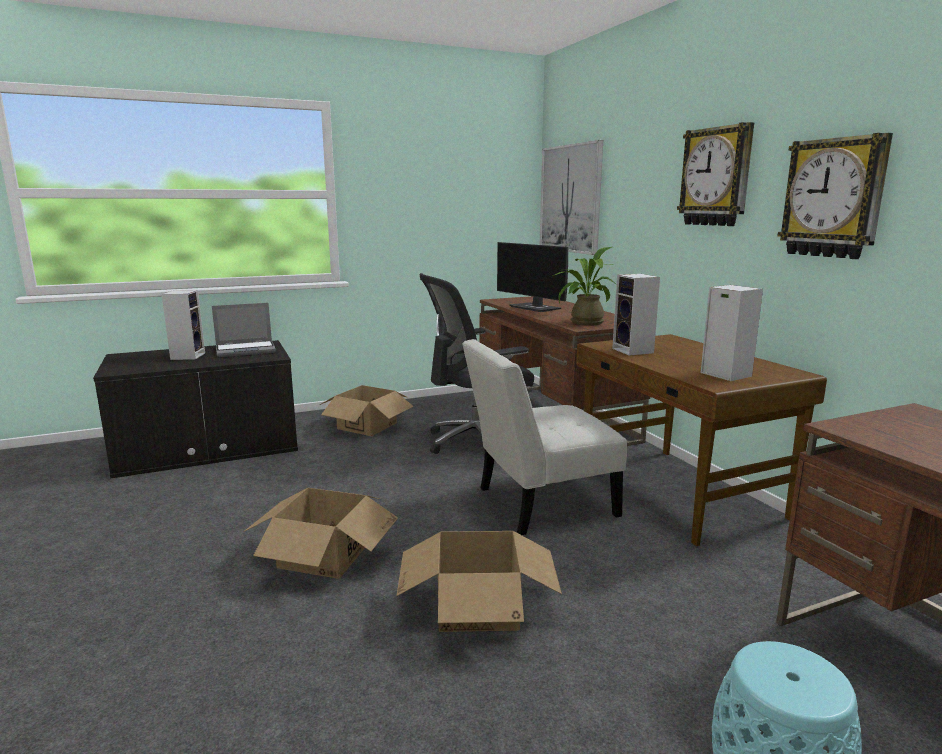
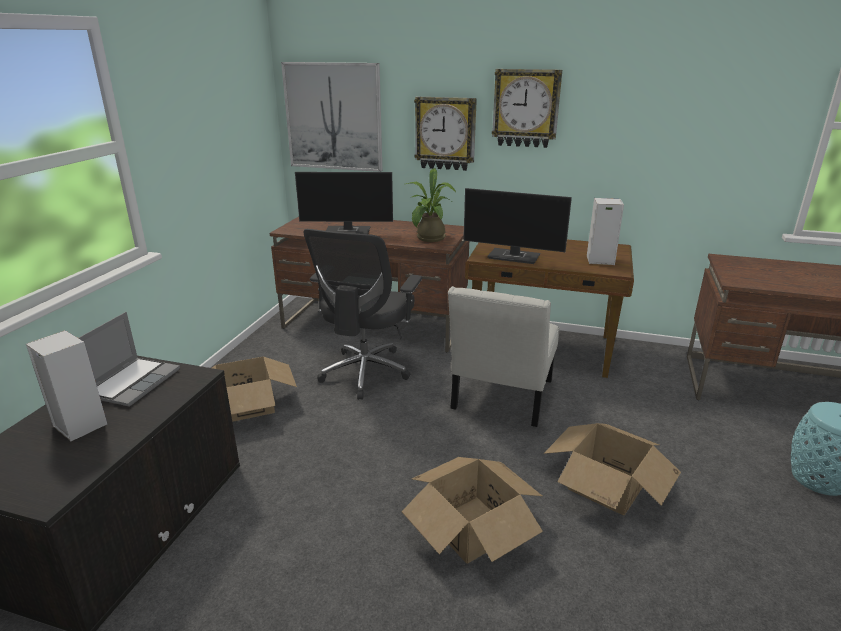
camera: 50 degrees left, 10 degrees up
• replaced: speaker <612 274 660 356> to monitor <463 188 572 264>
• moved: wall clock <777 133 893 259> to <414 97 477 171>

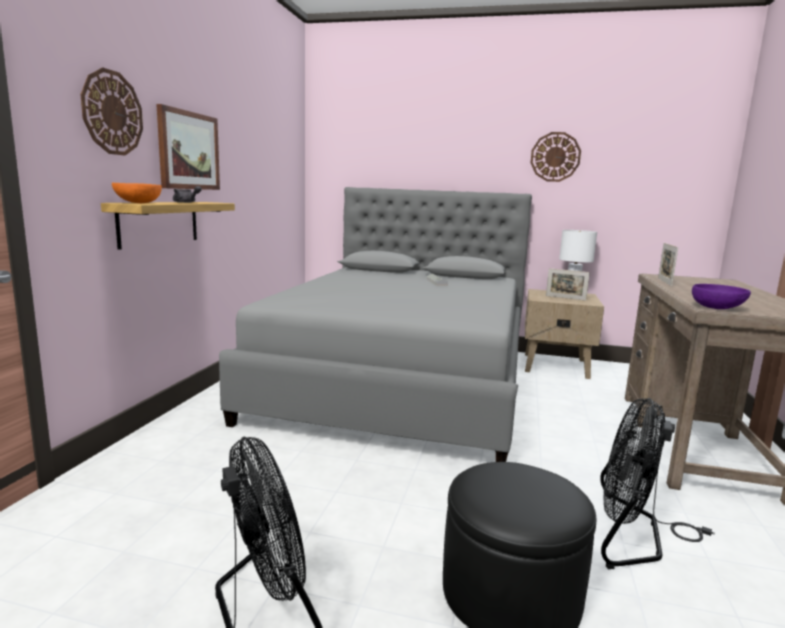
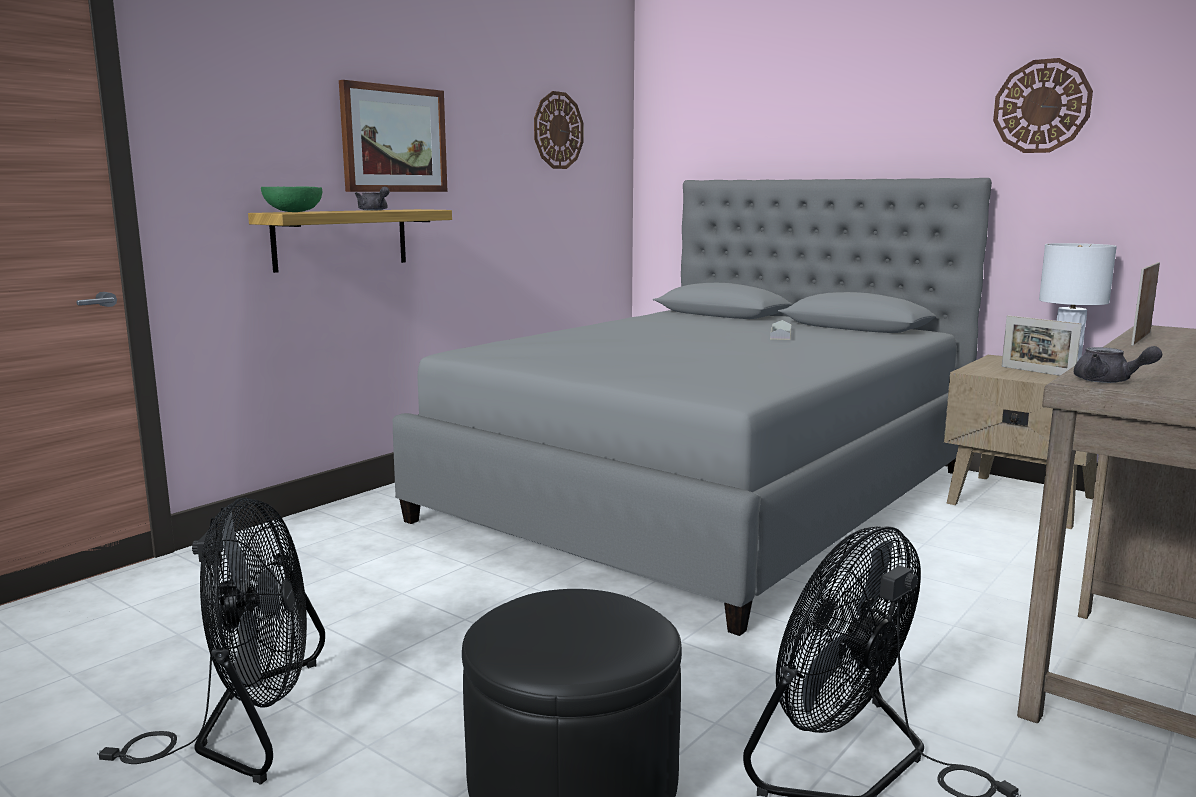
camera: 25 degrees right, 0 degrees up
• moved: wall clock <80 68 143 156> to <534 91 583 169>
• recoloured: orange bowl <112 183 162 203> to green bowl <261 186 322 212>
• replaced: purple bowl <692 284 751 309> to grey teapot <1074 346 1162 383>

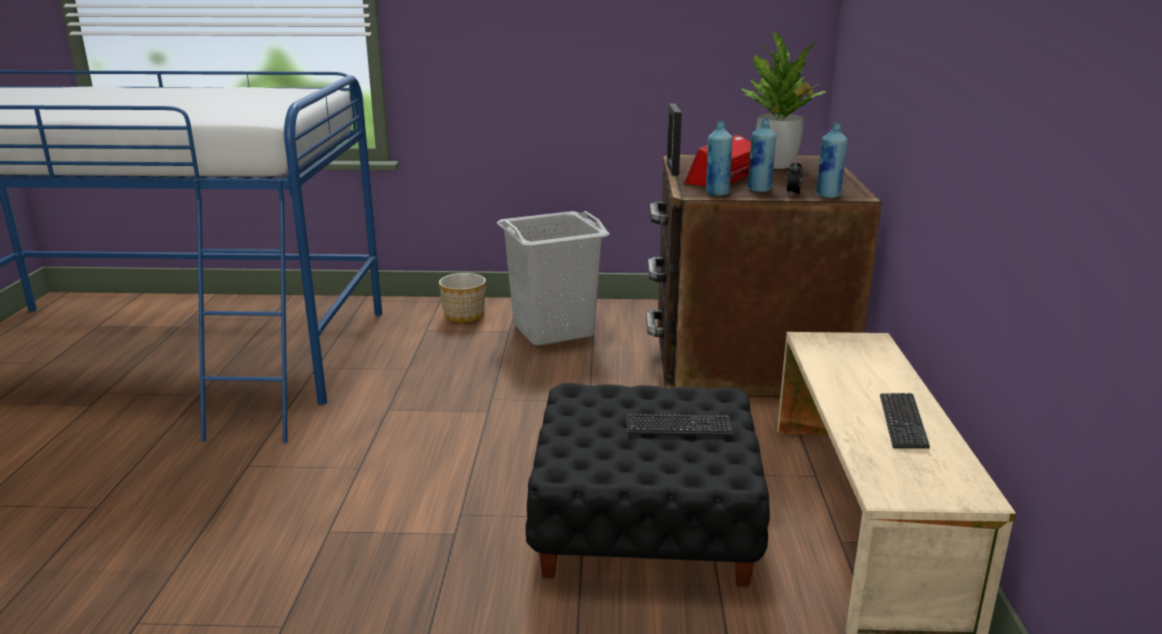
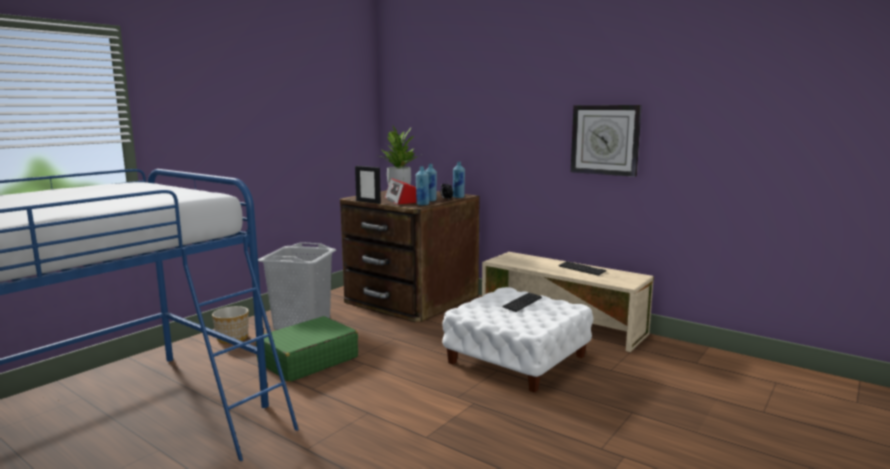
camera: 55 degrees left, 10 degrees down
• recoloured: black ottoman <526 383 770 587> to white ottoman <442 287 593 393>
• added: green suitcase <256 316 358 382>
• added: wall clock <571 105 642 177>

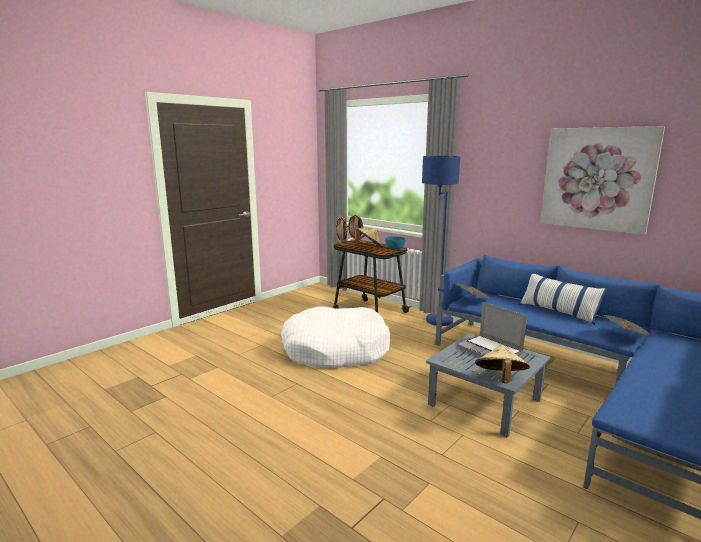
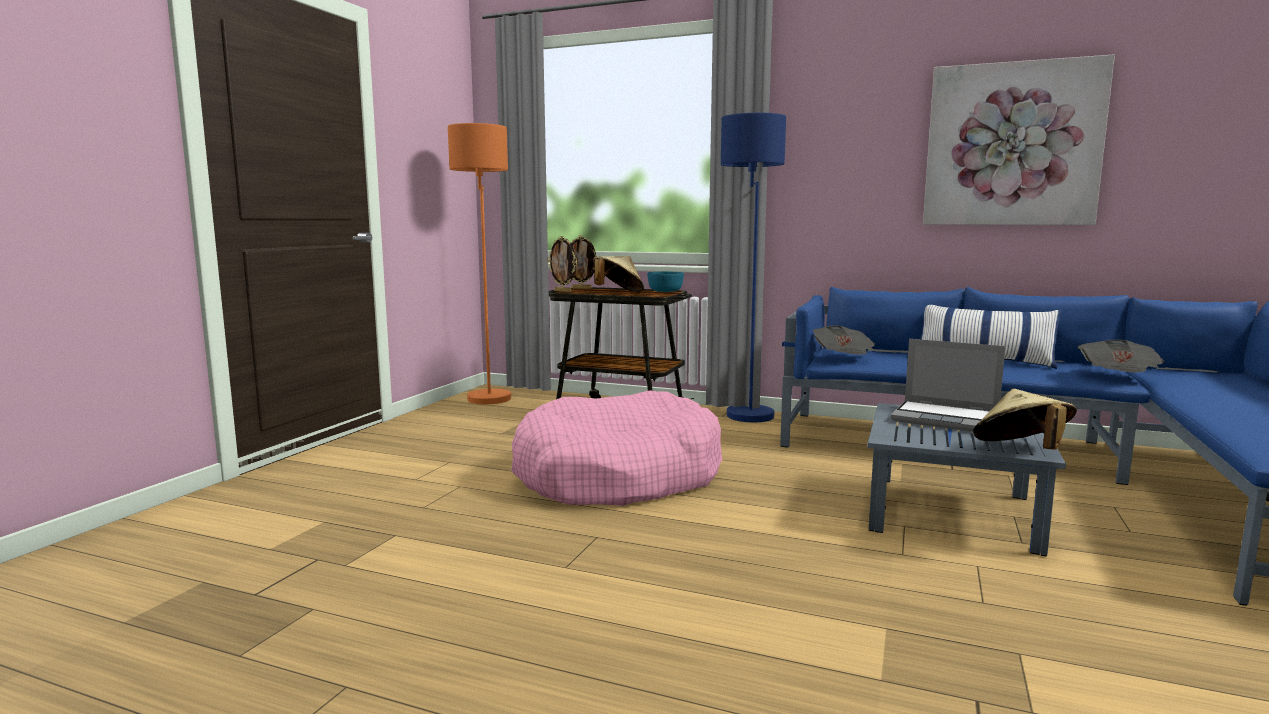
camera: 20 degrees left, 5 degrees down
• recoloured: white dog bed <281 306 390 368> to pink dog bed <512 390 722 506>
• added: orange floor lamp <448 123 511 404>

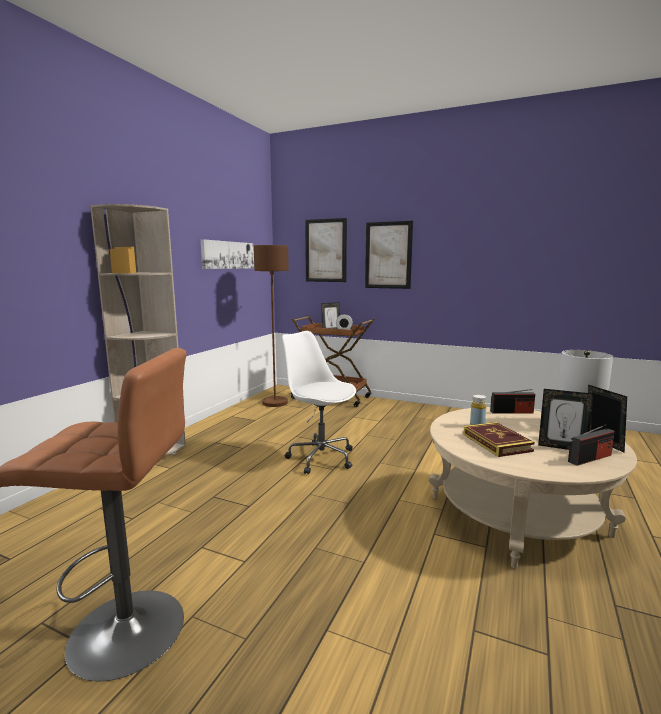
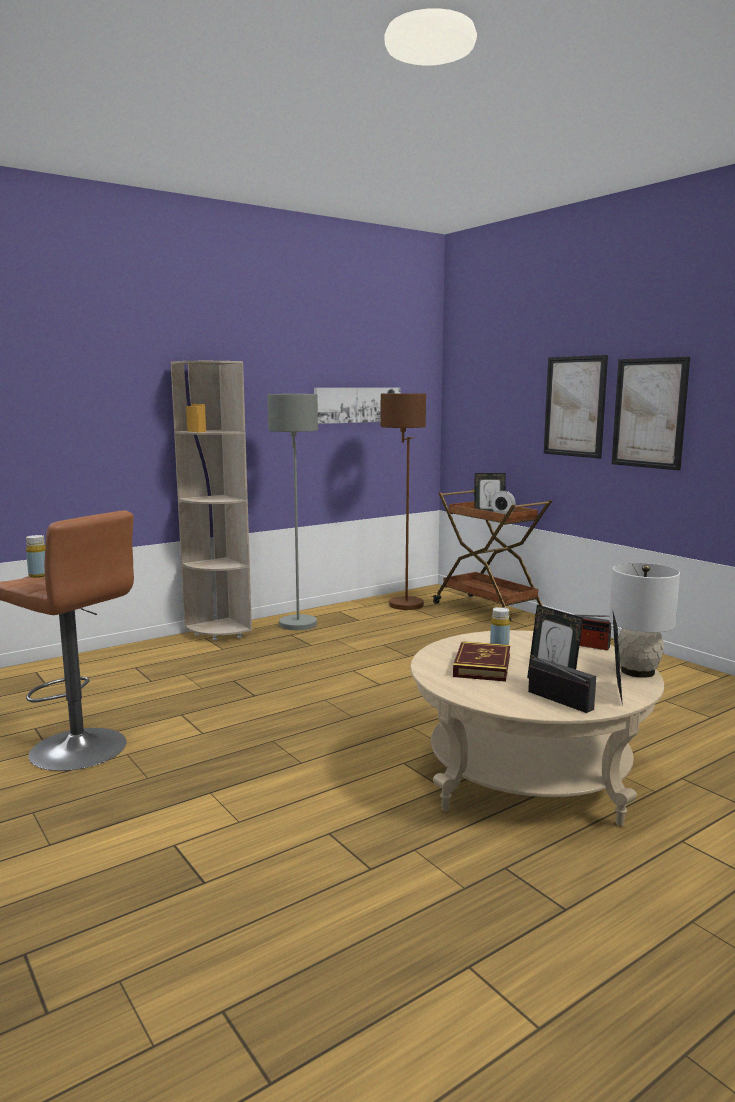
camera: 30 degrees right, 0 degrees up
• removed: white office chair <282 331 356 474>
• moved: picture <305 218 347 282> to <611 357 690 470>
• turned: radio <568 424 615 466> = <528 655 596 713> 135 degrees counterclockwise
• added: yellow bottle <26 535 45 578>
• added: grey floor lamp <267 394 318 630>

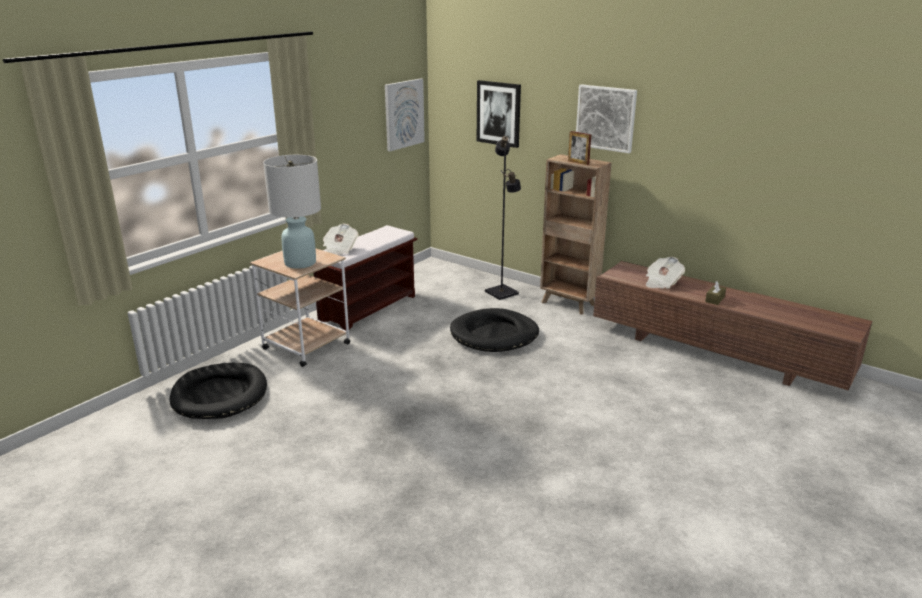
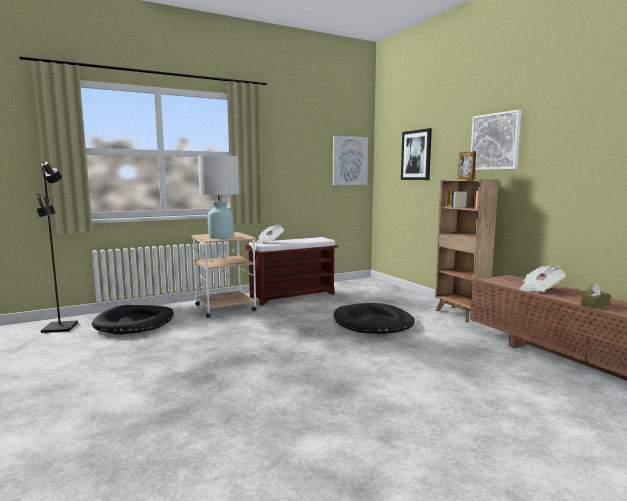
camera: 25 degrees right, 15 degrees down
• moved: black floor lamp <485 136 521 300> to <36 160 78 333>

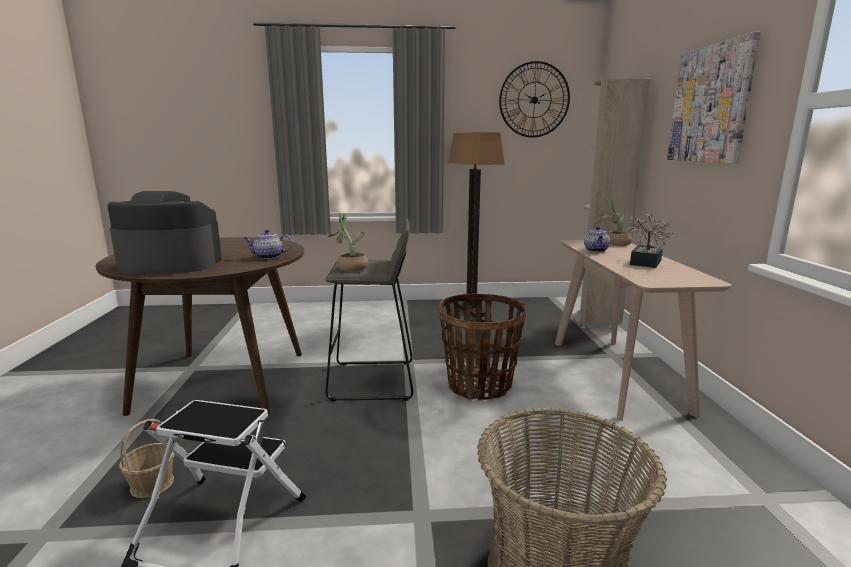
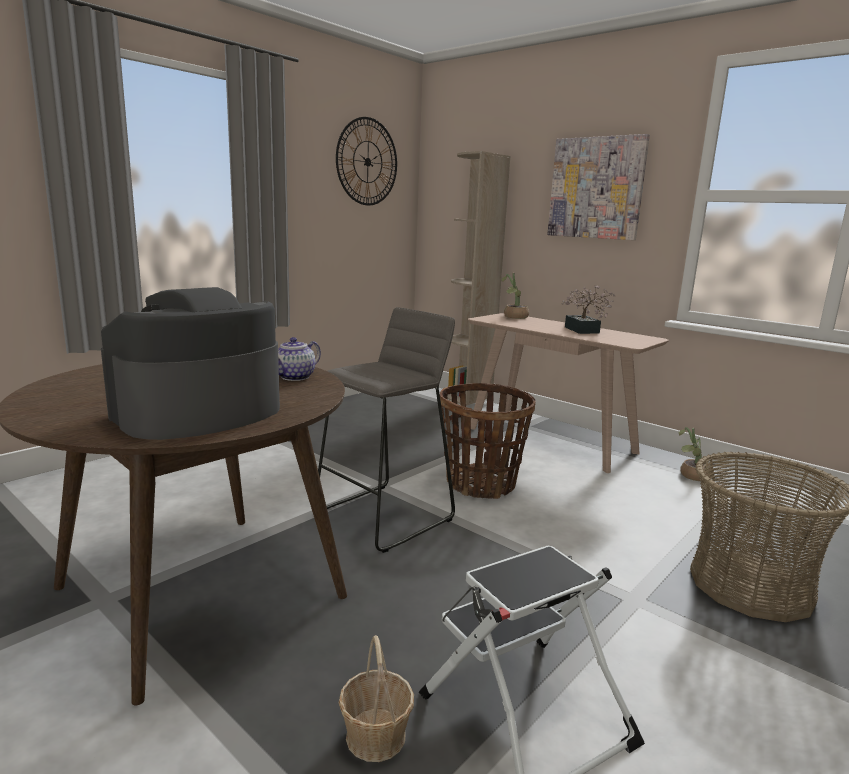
camera: 45 degrees left, 0 degrees up
• moved: potted plant <328 213 368 271> to <679 427 712 481>
• removed: floor lamp <448 132 505 318>
• removed: teapot <584 227 610 252>

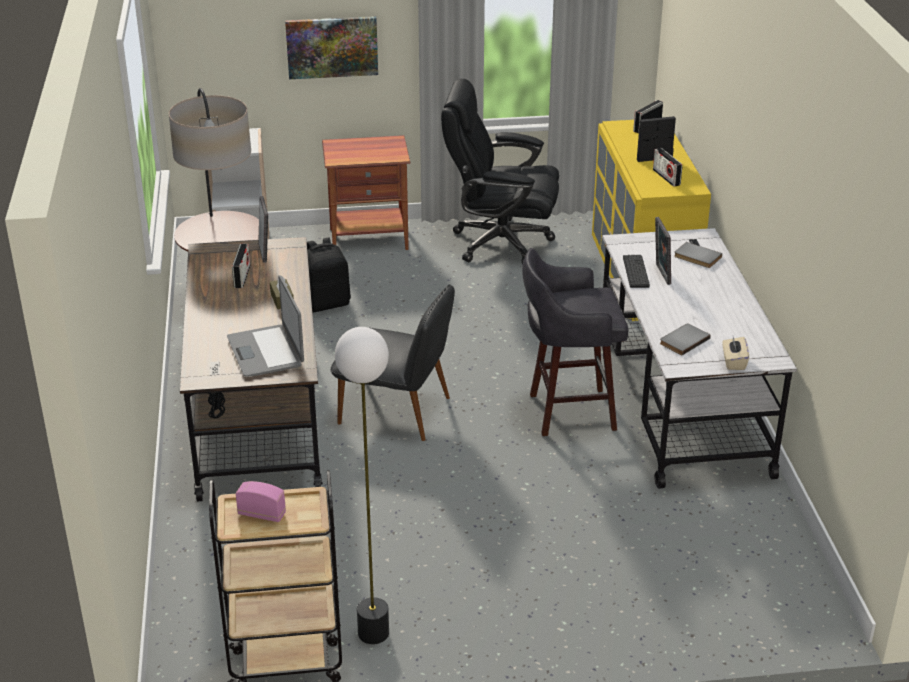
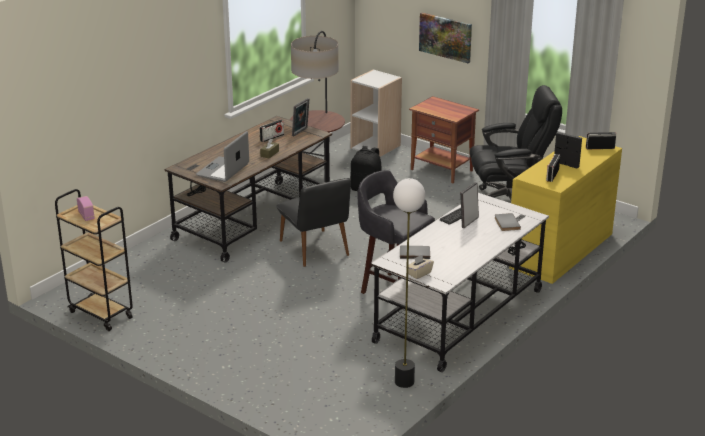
camera: 45 degrees right, 5 degrees down
• moved: floor lamp <335 327 389 644> to <393 178 425 388>
• turned: black office chair <441 79 559 265> = <470 85 562 200> 120 degrees clockwise

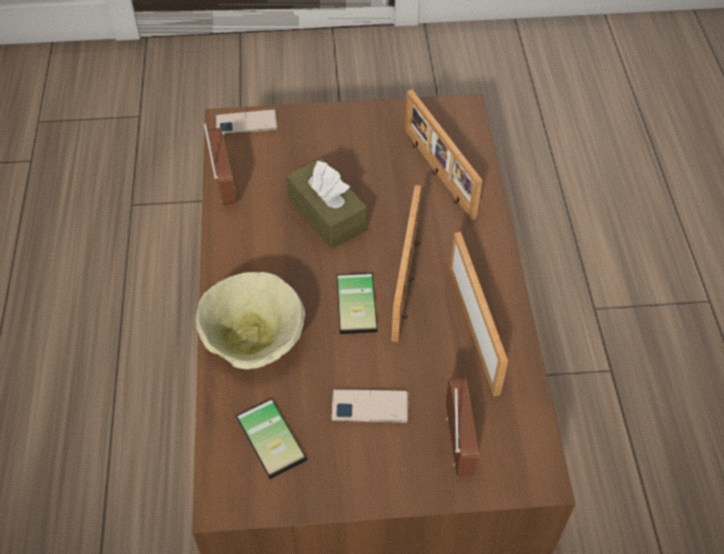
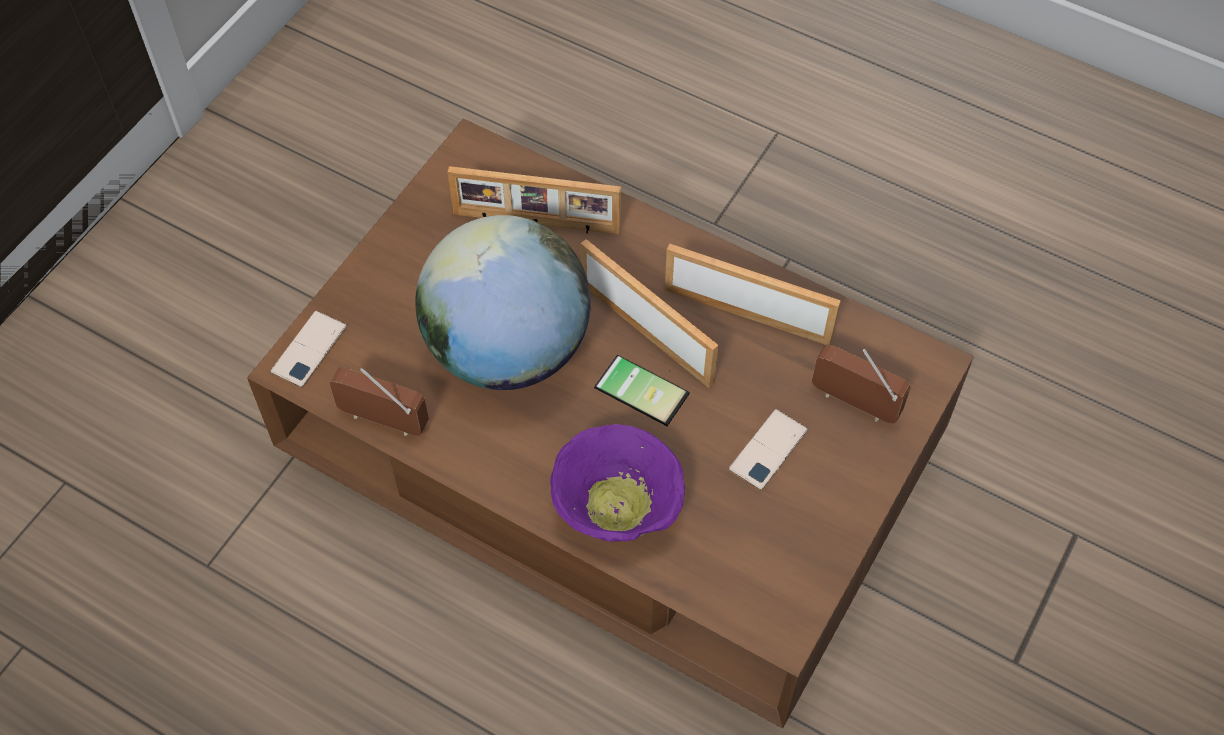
camera: 55 degrees left, 5 degrees up
• recoloured: beige bowl <195 272 305 369> to purple bowl <550 424 685 542>
• removed: phone <236 398 307 479>
• replaced: brown tissue box <286 158 367 249> to globe <415 215 591 390>

